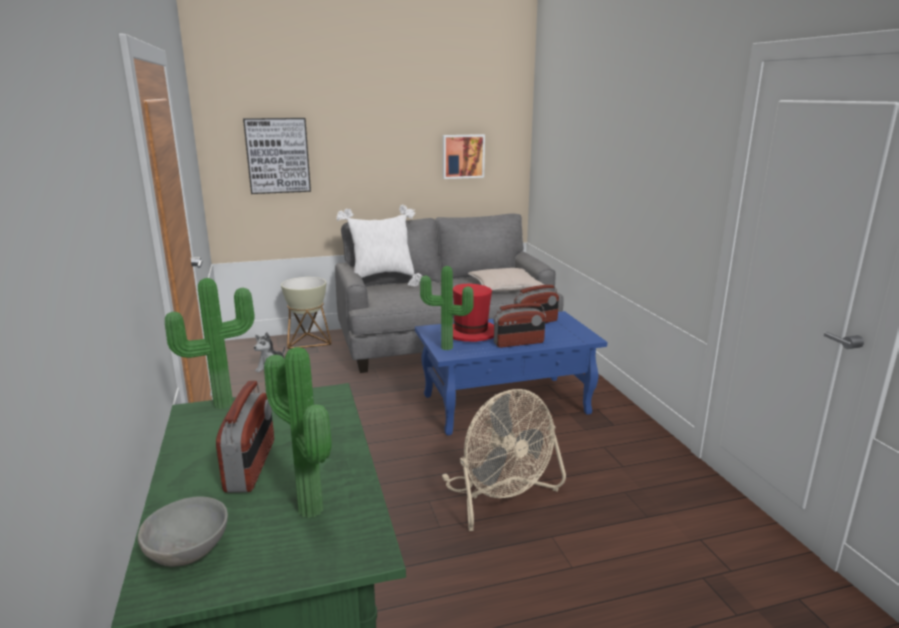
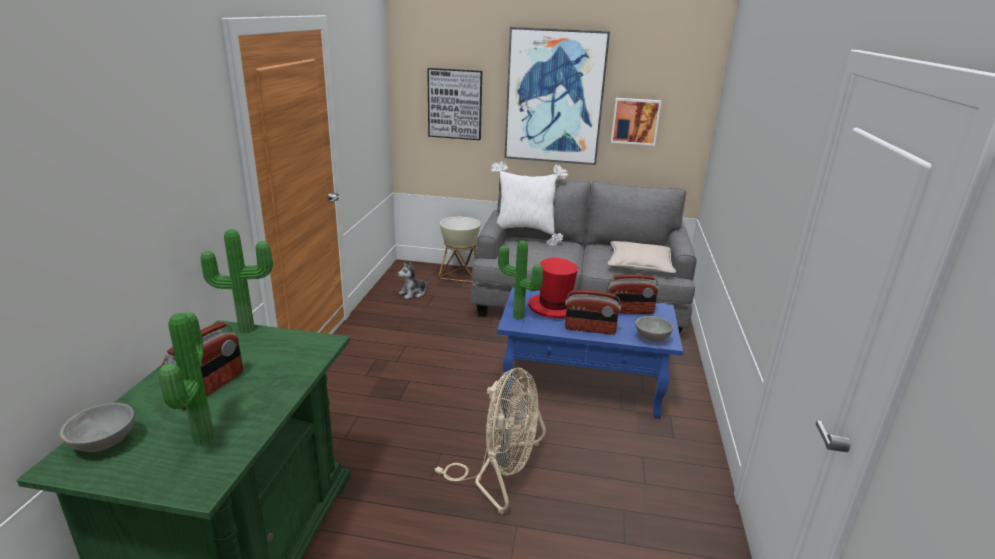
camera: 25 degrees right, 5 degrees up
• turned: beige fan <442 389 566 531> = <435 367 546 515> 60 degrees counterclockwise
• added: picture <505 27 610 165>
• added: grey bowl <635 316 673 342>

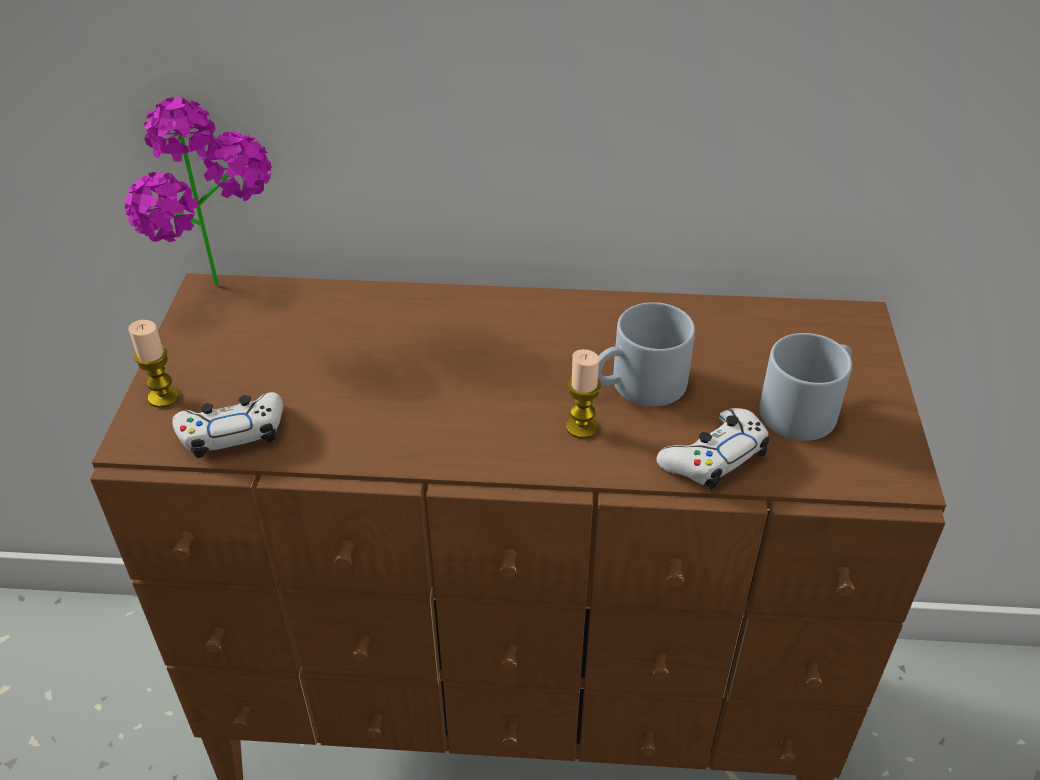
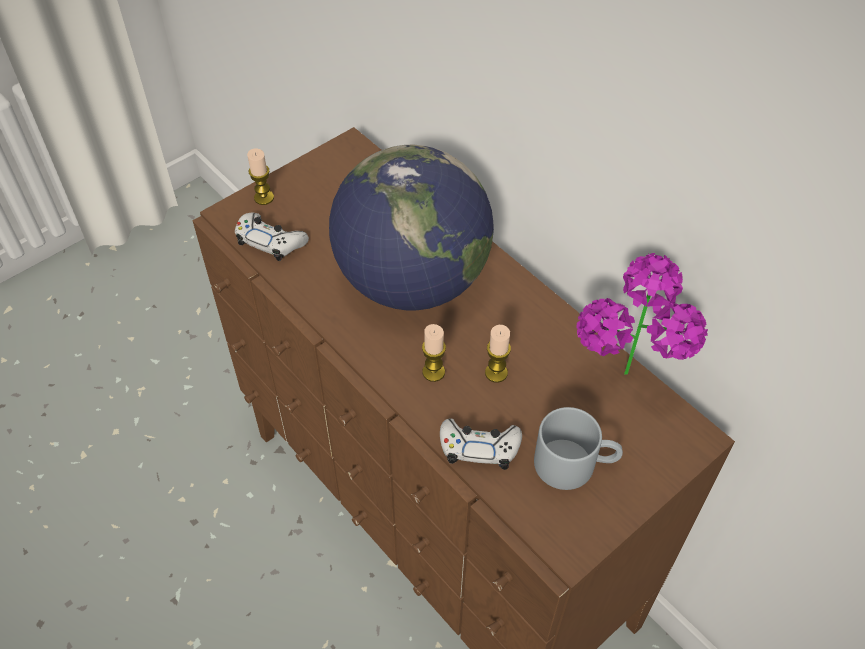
camera: 45 degrees right, 10 degrees up
• moved: potted plant <125 97 272 286> to <576 253 708 375>
• replaced: grey mug <598 302 695 407> to candle <485 325 511 383>
• added: globe <329 145 494 310>

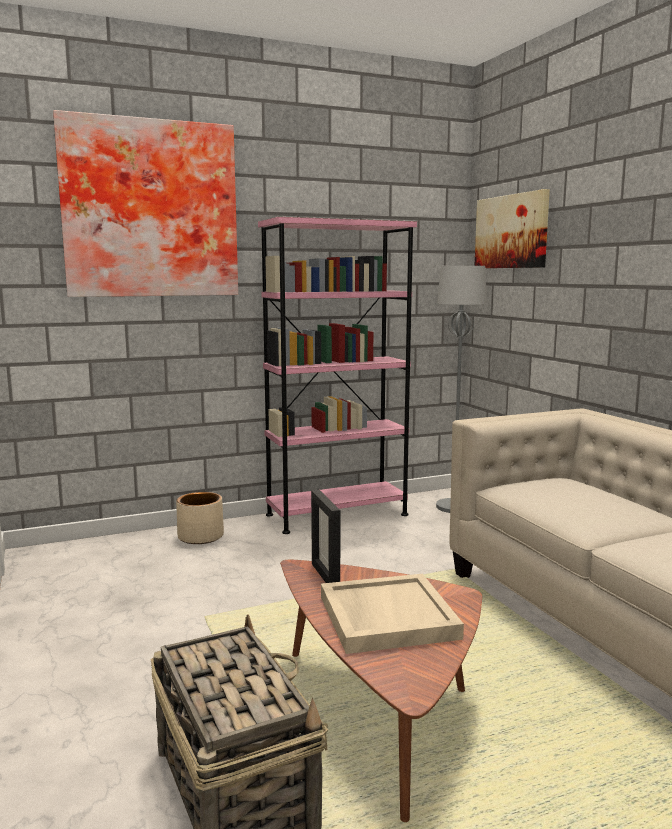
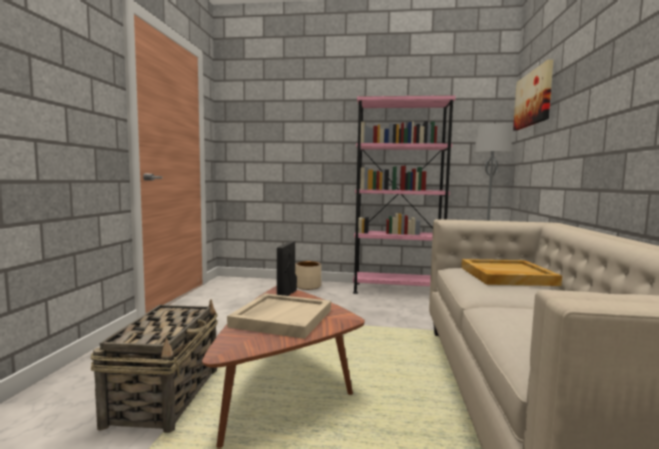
camera: 30 degrees right, 5 degrees down
• removed: picture <53 110 238 297>
• added: beige tray <461 259 562 286>

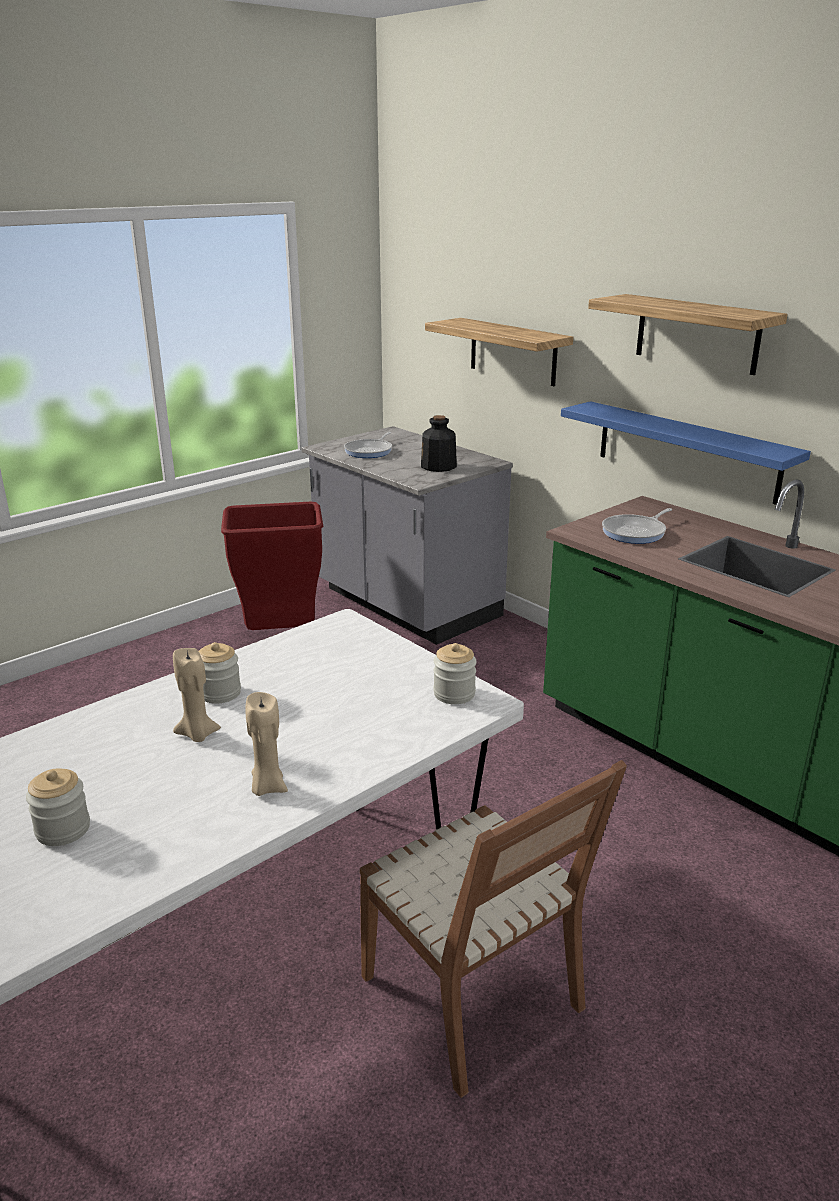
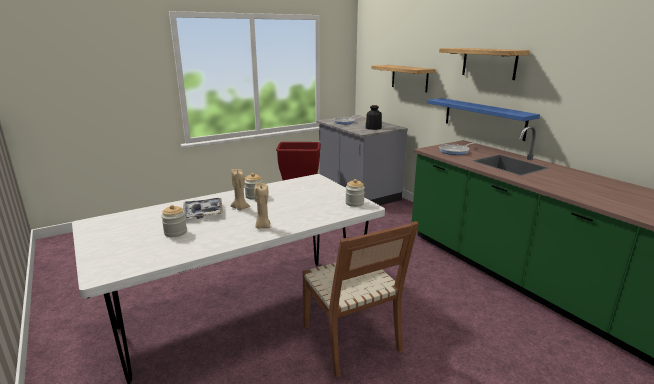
camera: 10 degrees right, 5 degrees down
• added: tray <183 198 223 219>

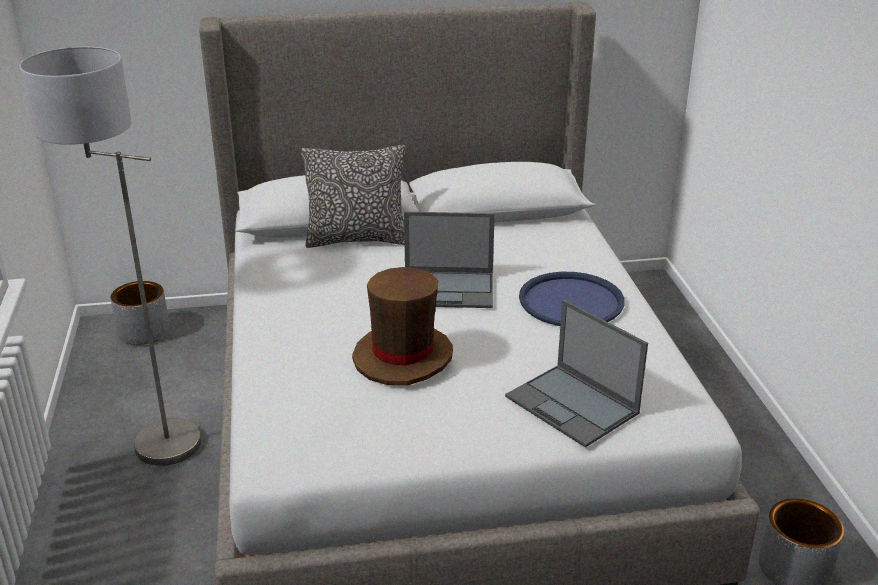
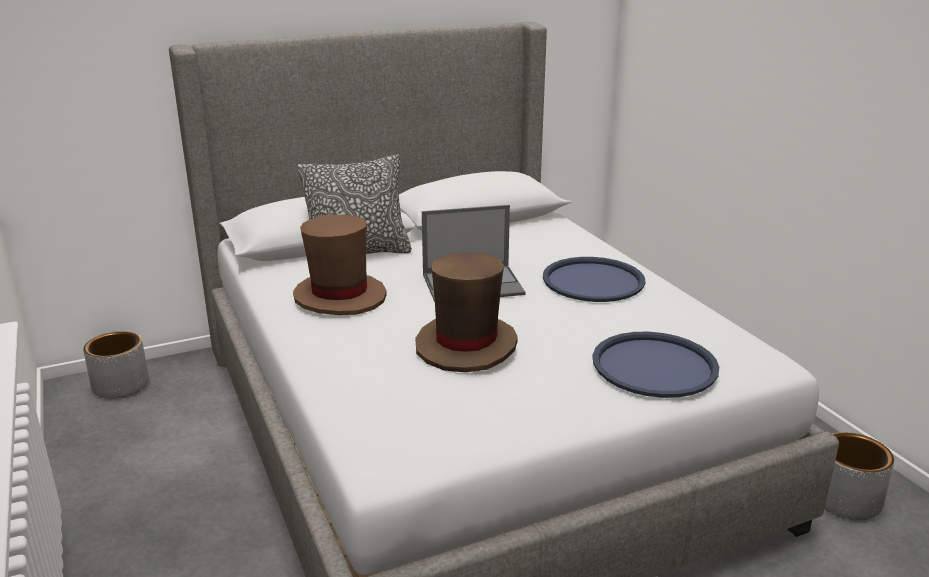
camera: 15 degrees left, 5 degrees down
• removed: grey floor lamp <20 47 201 466>
• replaced: laptop <505 300 648 448> to blue tray <592 332 719 398>
• added: brown hat <293 215 387 315>

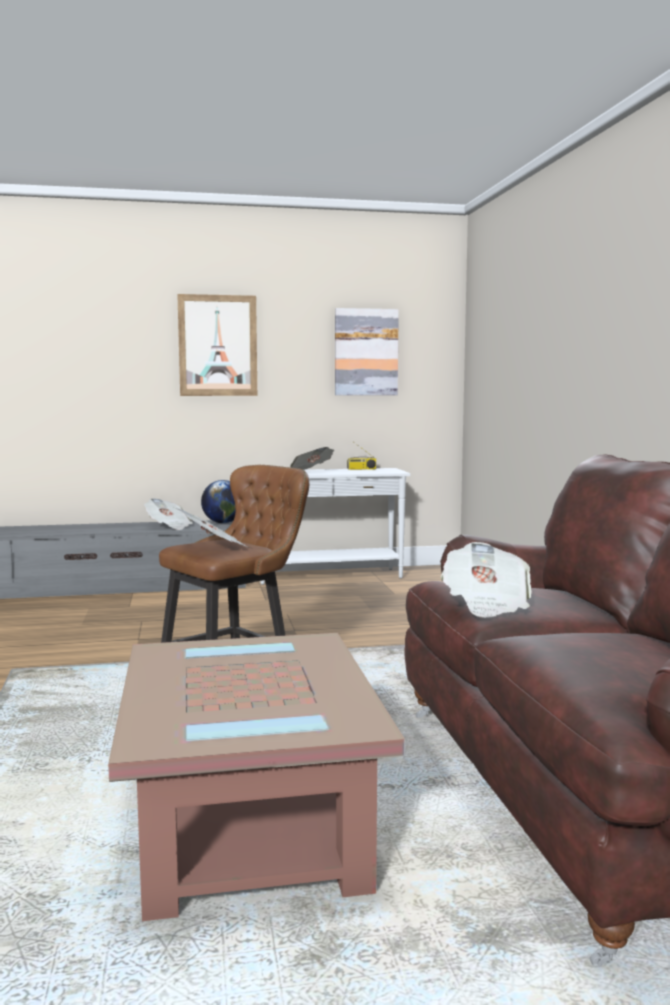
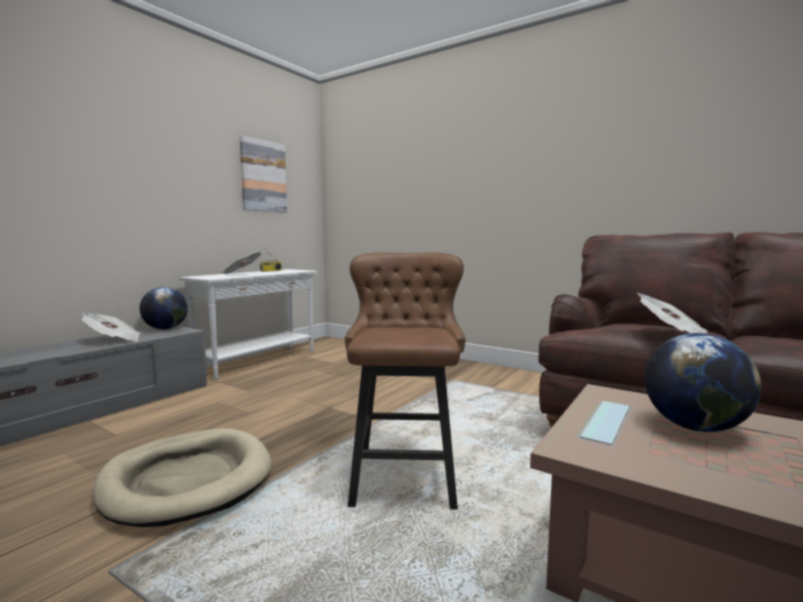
camera: 45 degrees left, 0 degrees up
• removed: newspaper <172 507 250 548>
• removed: picture <177 294 257 396>
• added: beige dog bed <92 428 272 527>
• added: globe <644 333 761 432>

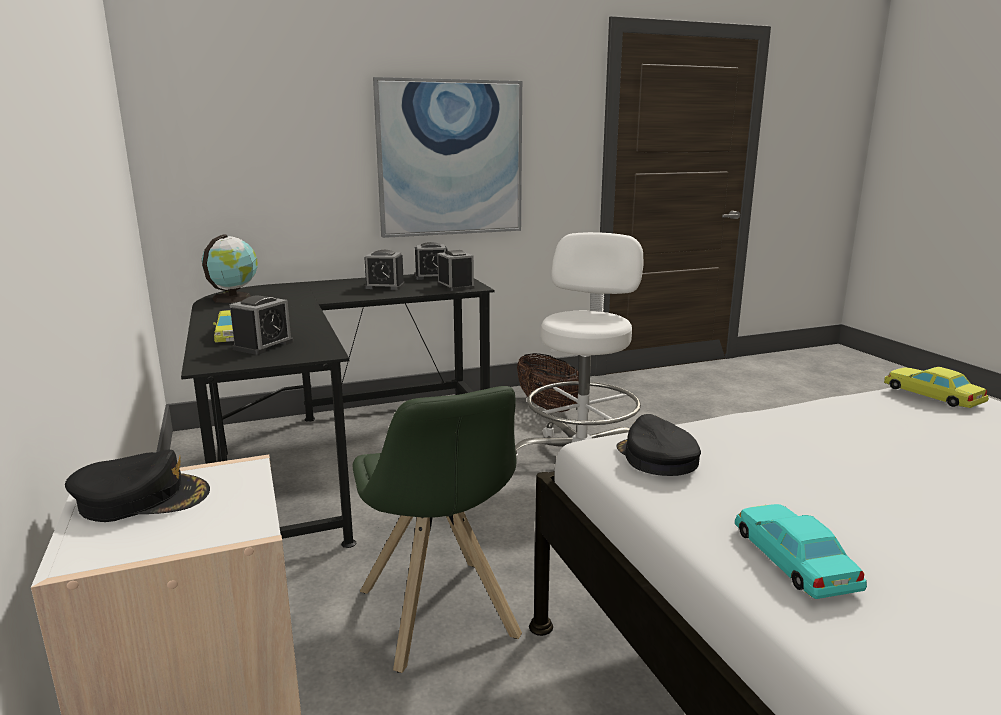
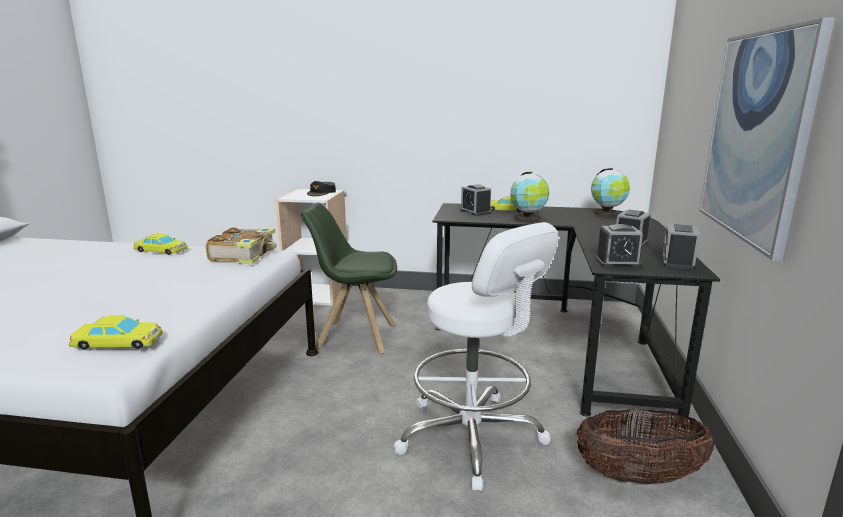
camera: 120 degrees right, 0 degrees up
• replaced: black cap <616 414 701 476> to book <206 228 277 264>
• recoloured: turquoise toy car <735 504 867 599> to yellow toy car <133 234 188 255>
• added: globe <510 172 549 223>

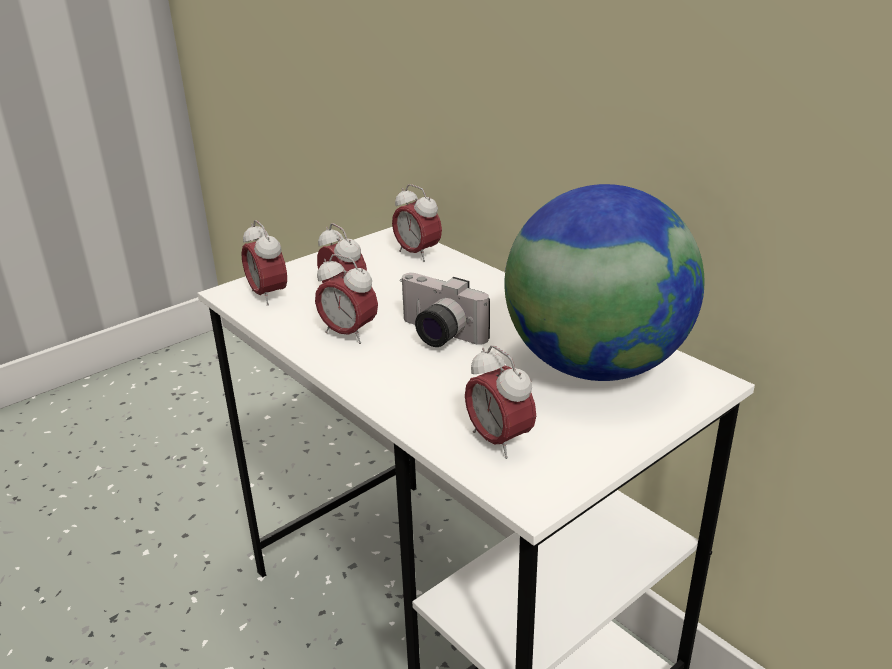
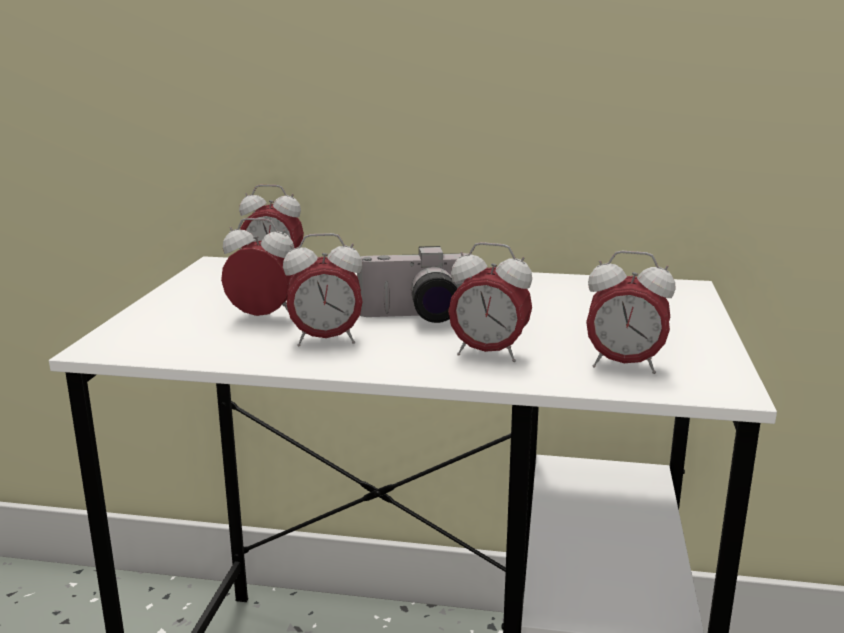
camera: 40 degrees left, 10 degrees down
• moved: alarm clock <241 220 287 306> to <448 242 532 362>
• removed: globe <504 184 704 381>

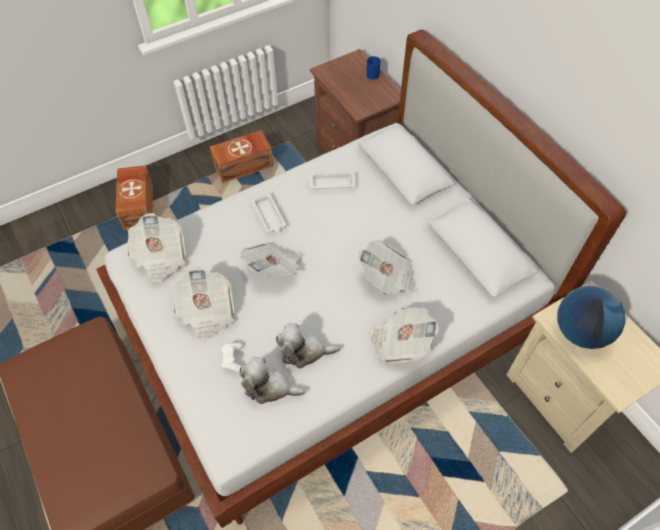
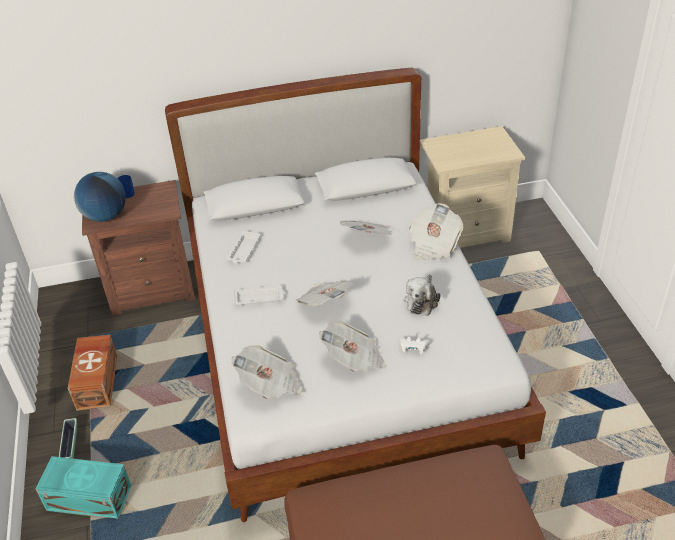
camera: 70 degrees left, 15 degrees down
• recoloured: brown storage box <116 165 153 230> to turquoise storage box <35 456 132 519>
• removed: plush toy <240 357 305 404>
• moved: globe <557 286 626 349> to <74 172 126 222>
• added: planter <59 418 78 459>

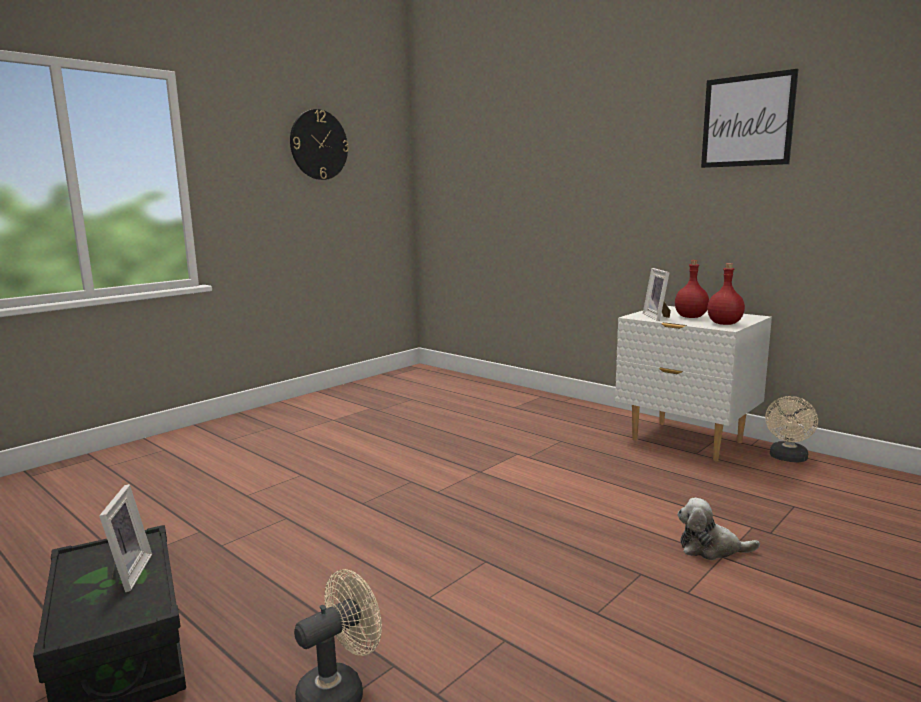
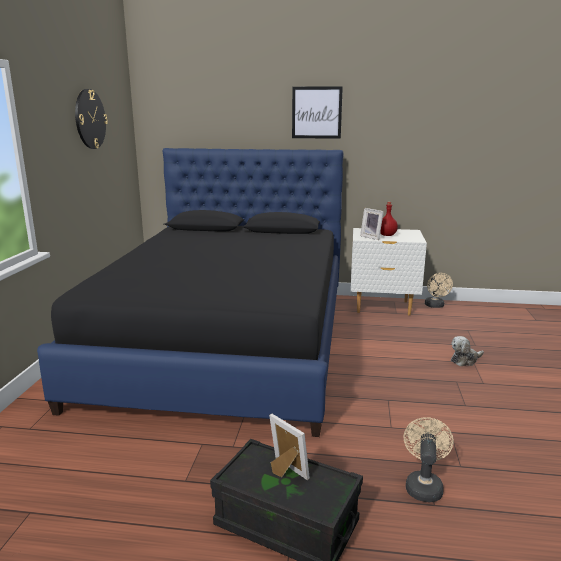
camera: 35 degrees left, 5 degrees up
• moved: picture <701 69 798 168> to <292 86 343 139>
• removed: red bottle <707 263 745 325>
• added: black bed <37 148 344 437>

